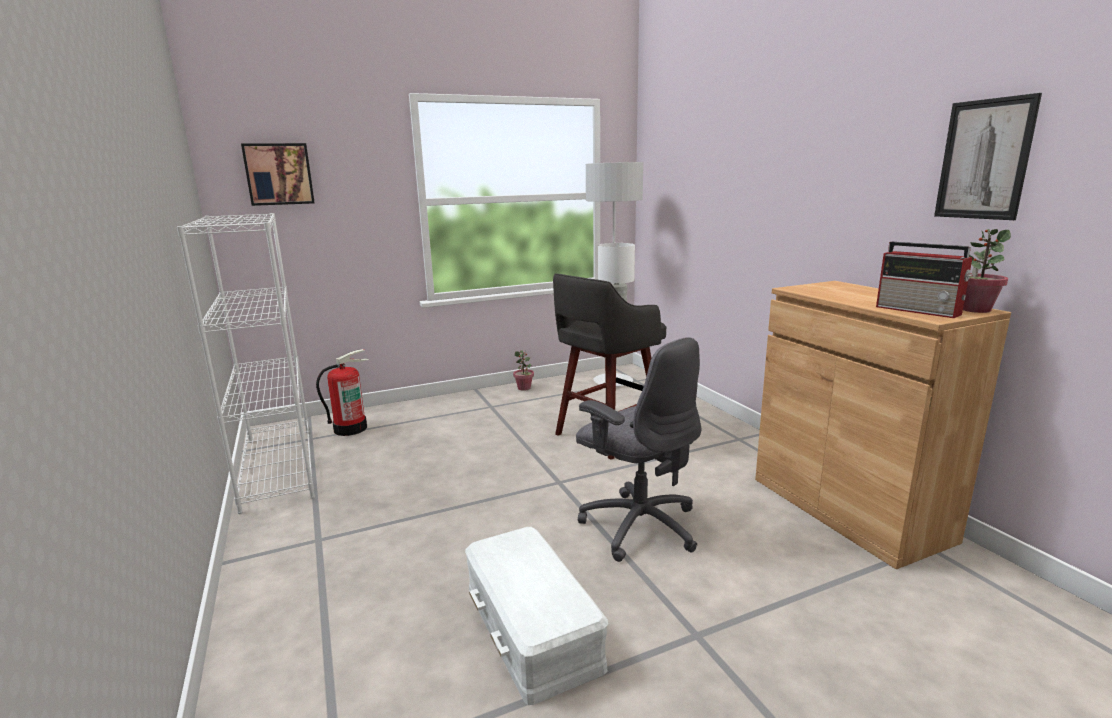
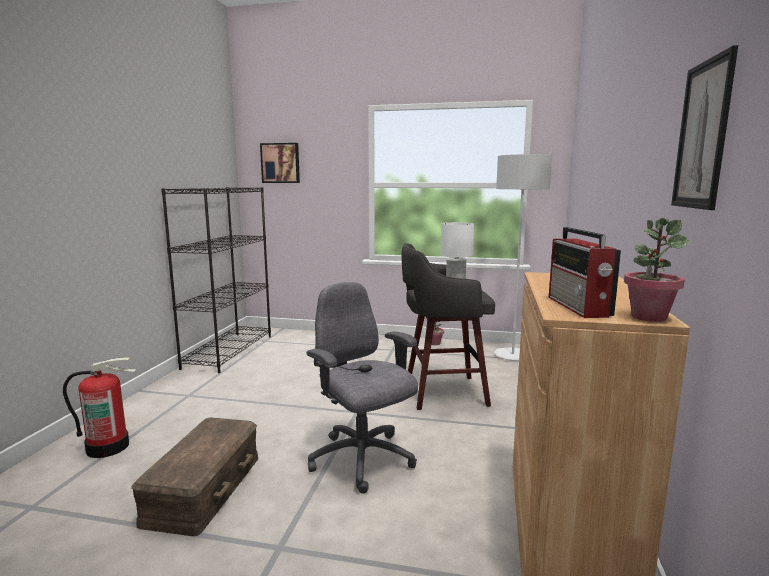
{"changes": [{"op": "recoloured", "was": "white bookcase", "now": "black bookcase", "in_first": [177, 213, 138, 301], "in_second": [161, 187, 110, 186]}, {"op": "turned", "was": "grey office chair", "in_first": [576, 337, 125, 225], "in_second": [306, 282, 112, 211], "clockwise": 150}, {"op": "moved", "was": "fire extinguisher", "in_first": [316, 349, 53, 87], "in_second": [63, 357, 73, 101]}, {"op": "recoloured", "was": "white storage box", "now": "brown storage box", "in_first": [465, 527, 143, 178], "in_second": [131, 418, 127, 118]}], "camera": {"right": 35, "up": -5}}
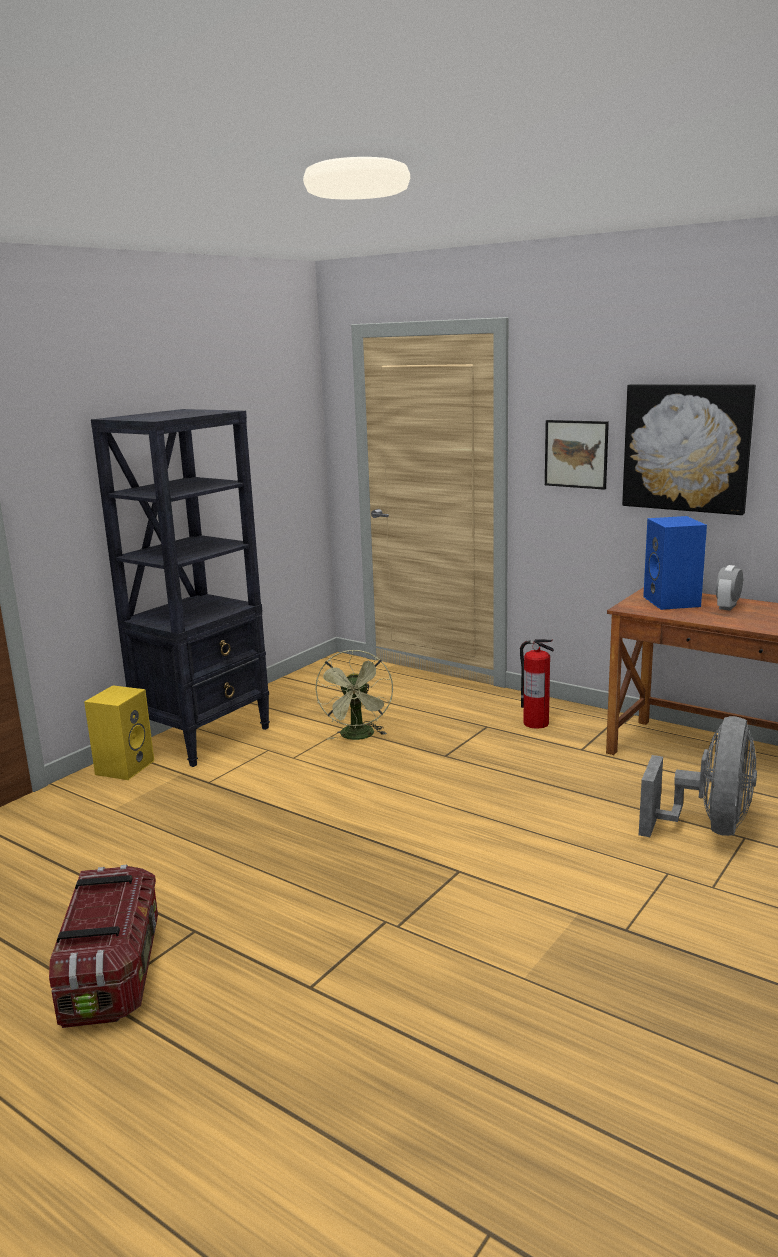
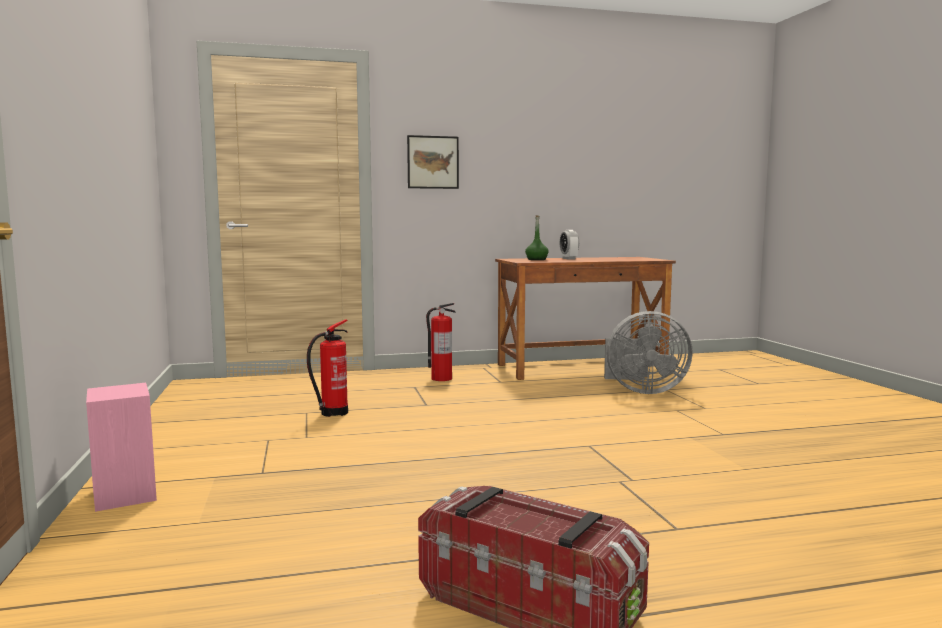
{"changes": [{"op": "removed", "was": "picture", "in_first": [622, 384, 134, 131]}, {"op": "removed", "was": "black bookcase", "in_first": [91, 409, 179, 358]}, {"op": "replaced", "was": "blue speaker", "now": "green bottle", "in_first": [643, 516, 64, 94], "in_second": [525, 215, 24, 45]}, {"op": "replaced", "was": "green fan", "now": "fire extinguisher", "in_first": [315, 650, 78, 90], "in_second": [307, 319, 41, 98]}, {"op": "recoloured", "was": "yellow speaker", "now": "pink speaker", "in_first": [84, 685, 70, 95], "in_second": [86, 383, 71, 129]}, {"op": "turned", "was": "grey fan", "in_first": [639, 716, 118, 121], "in_second": [604, 311, 89, 83], "clockwise": 120}], "camera": {"right": -50, "up": -10}}
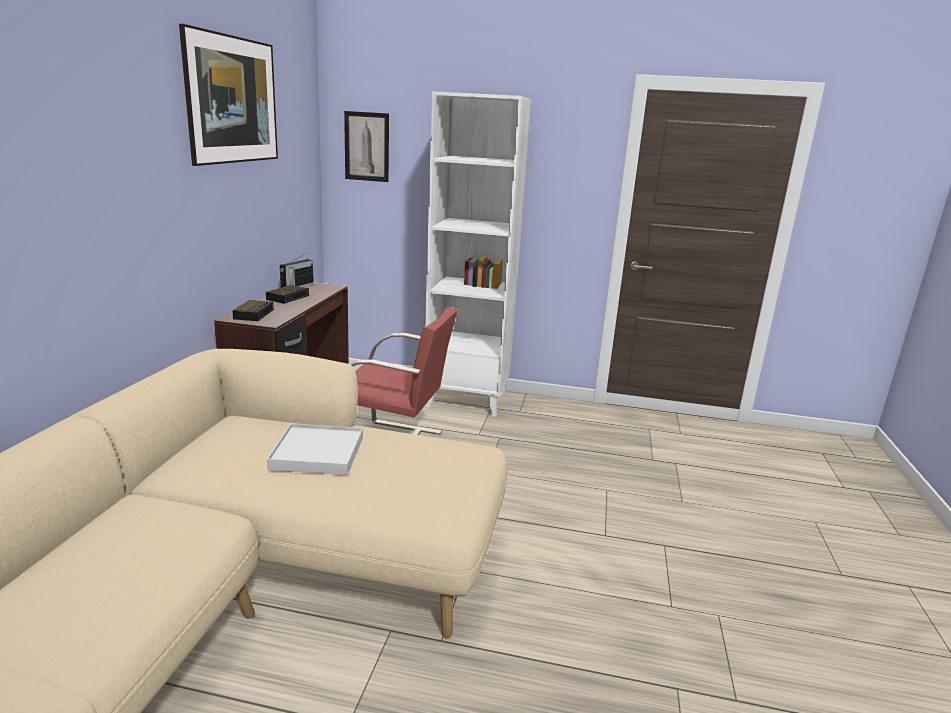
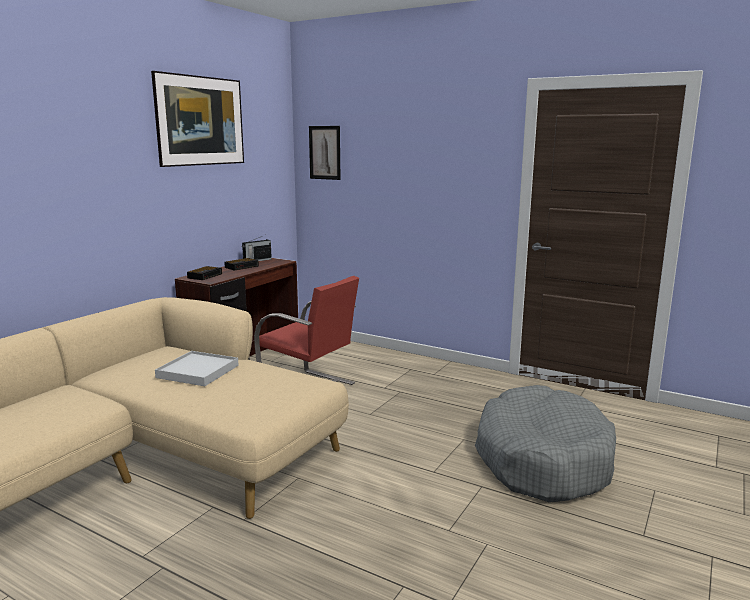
{"changes": [{"op": "removed", "was": "white bookcase", "in_first": [425, 91, 107, 326]}, {"op": "added", "now": "grey dog bed", "in_second": [475, 385, 141, 118]}], "camera": {"right": 20, "up": -5}}
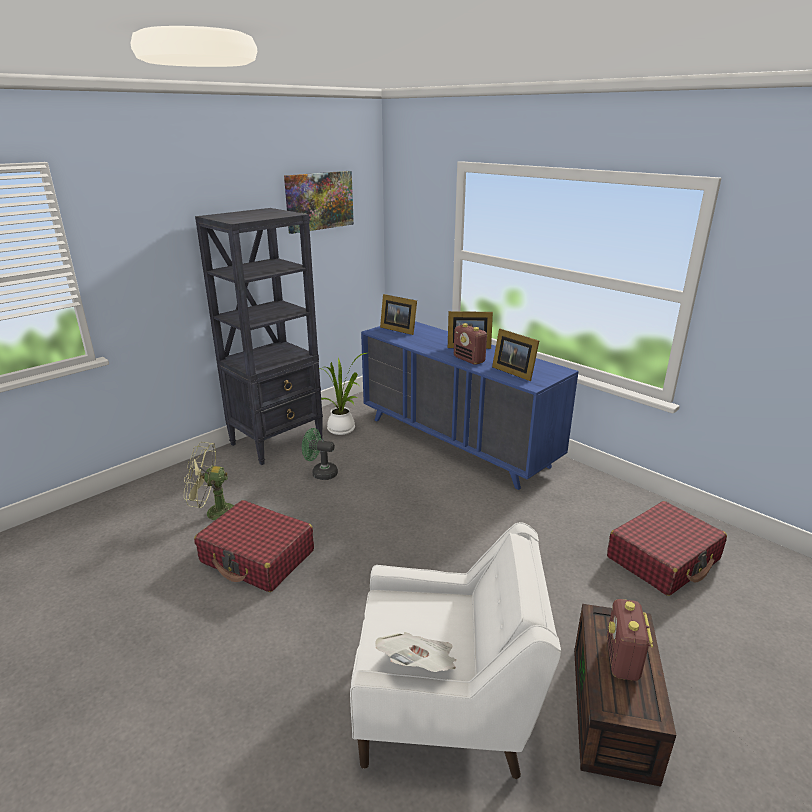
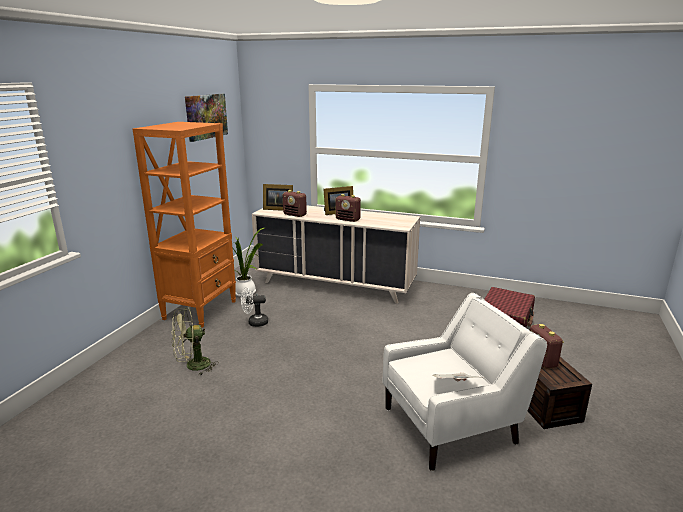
{"changes": [{"op": "recoloured", "was": "black bookcase", "now": "orange bookcase", "in_first": [195, 208, 128, 257], "in_second": [132, 122, 104, 206]}, {"op": "recoloured", "was": "blue dresser", "now": "beige dresser", "in_first": [361, 321, 218, 169], "in_second": [252, 205, 168, 99]}, {"op": "removed", "was": "picture frame", "in_first": [492, 329, 47, 52]}, {"op": "recoloured", "was": "green fan", "now": "white fan", "in_first": [302, 428, 36, 52], "in_second": [241, 287, 27, 40]}, {"op": "removed", "was": "red suitcase", "in_first": [194, 500, 120, 92]}, {"op": "added", "now": "radio", "in_second": [283, 190, 24, 27]}], "camera": {"right": -25, "up": -5}}
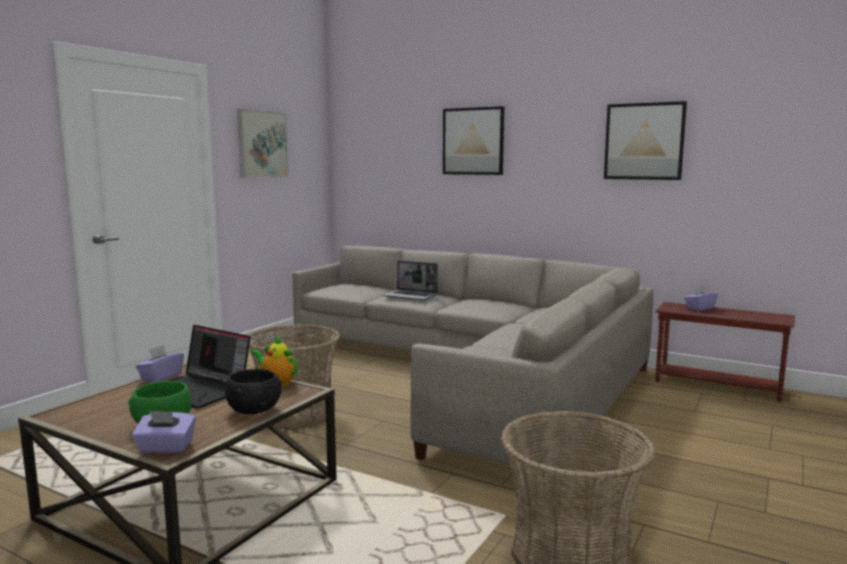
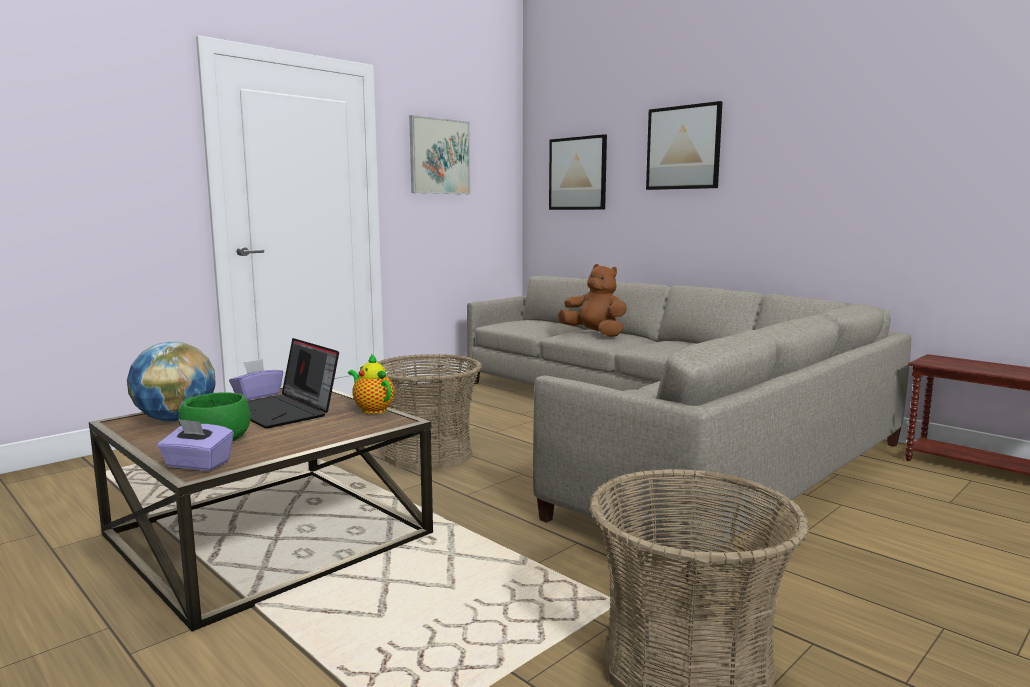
{"changes": [{"op": "moved", "was": "picture", "in_first": [604, 101, 83, 79], "in_second": [549, 134, 58, 76]}, {"op": "replaced", "was": "laptop", "now": "brown plush toy", "in_first": [383, 260, 55, 41], "in_second": [558, 264, 69, 73]}, {"op": "removed", "was": "purple tissue box", "in_first": [685, 286, 33, 25]}, {"op": "removed", "was": "black bowl", "in_first": [225, 369, 57, 45]}, {"op": "added", "now": "globe", "in_second": [127, 342, 89, 80]}], "camera": {"right": 15, "up": 0}}
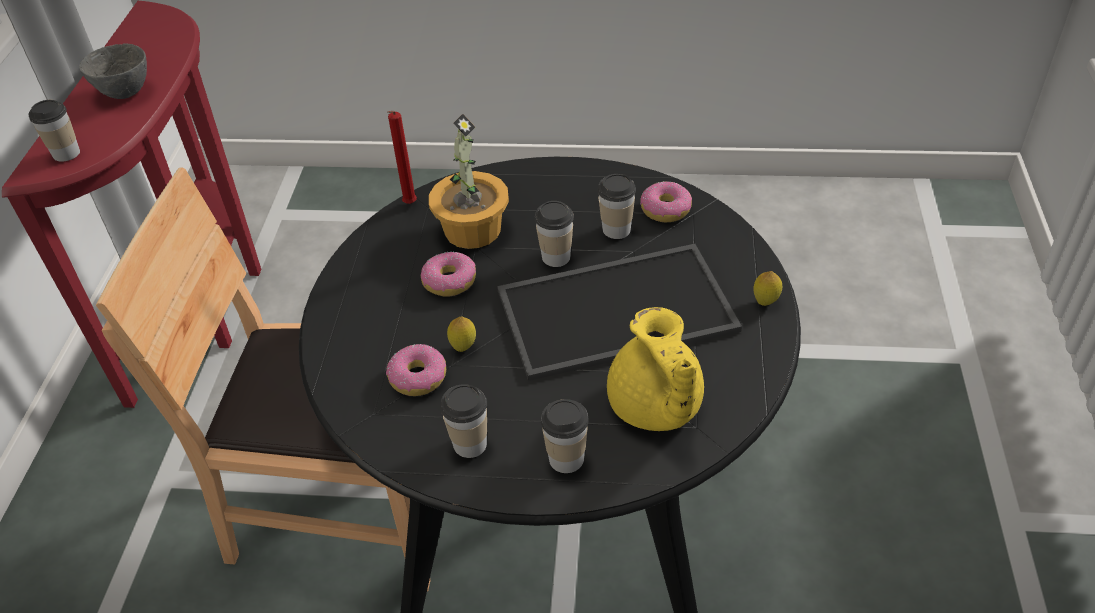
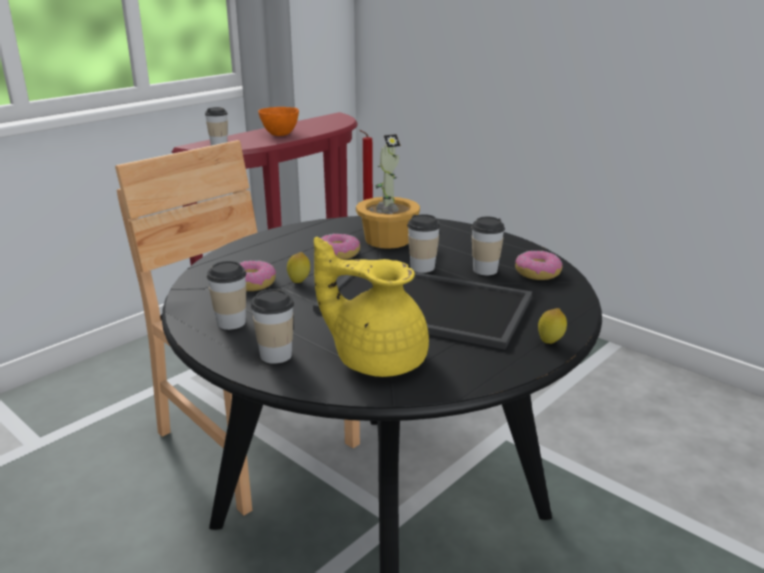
{"changes": [{"op": "recoloured", "was": "grey bowl", "now": "orange bowl", "in_first": [79, 43, 68, 56], "in_second": [258, 107, 41, 29]}, {"op": "turned", "was": "yellow teapot", "in_first": [607, 307, 97, 124], "in_second": [314, 237, 115, 140], "clockwise": 90}], "camera": {"right": 35, "up": -20}}
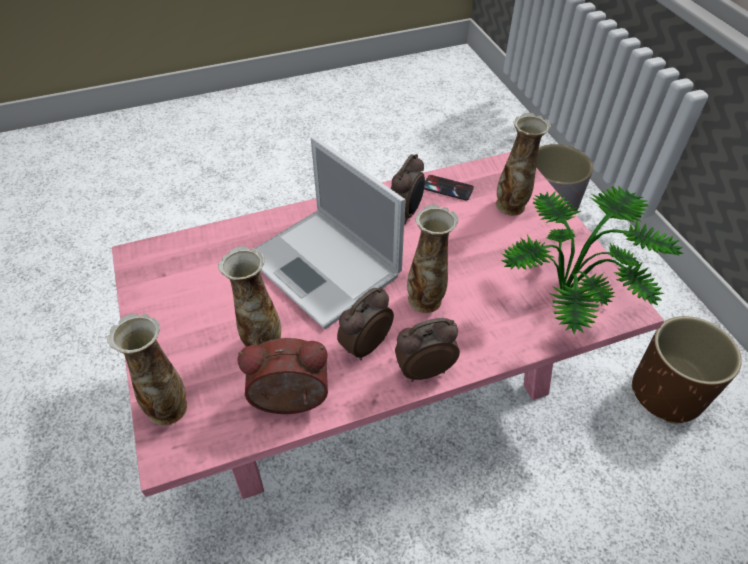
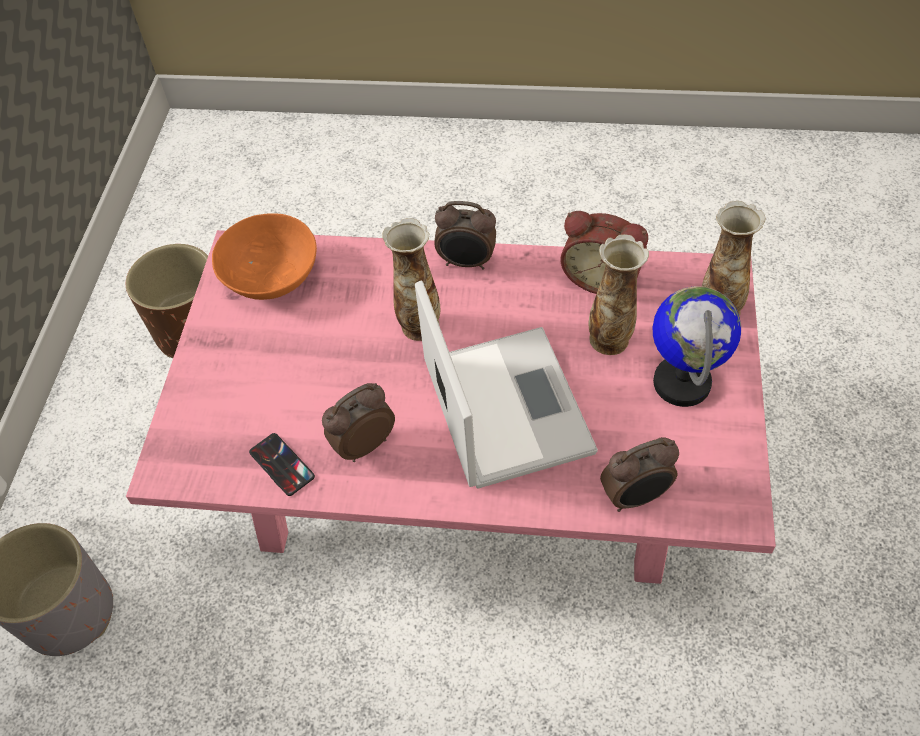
{"changes": [{"op": "removed", "was": "vase", "in_first": [496, 113, 55, 103]}, {"op": "replaced", "was": "potted plant", "now": "orange bowl", "in_first": [501, 185, 183, 149], "in_second": [212, 213, 105, 87]}, {"op": "moved", "was": "alarm clock", "in_first": [337, 287, 57, 73], "in_second": [600, 437, 79, 75]}, {"op": "added", "now": "globe", "in_second": [653, 286, 88, 121]}], "camera": {"right": -150, "up": 5}}
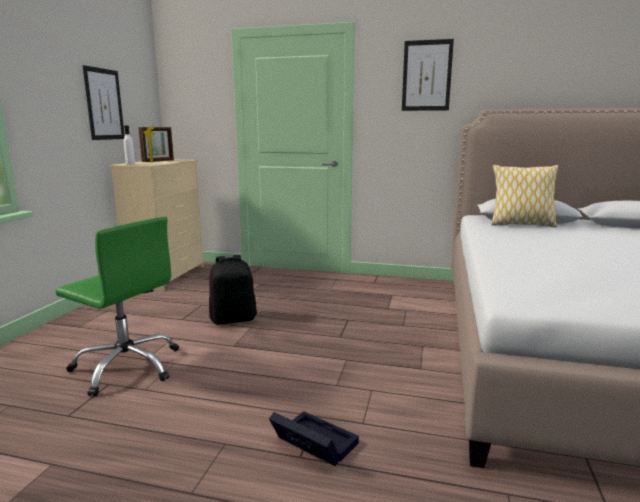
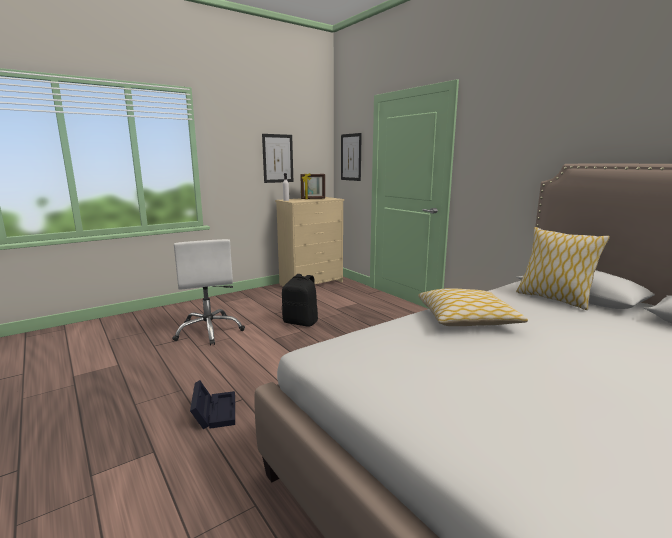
{"changes": [{"op": "moved", "was": "picture", "in_first": [402, 39, 52, 72], "in_second": [341, 133, 21, 48]}, {"op": "recoloured", "was": "green office chair", "now": "white office chair", "in_first": [55, 217, 124, 180], "in_second": [172, 239, 73, 107]}, {"op": "added", "now": "pillow", "in_second": [418, 288, 110, 38]}], "camera": {"right": 40, "up": 0}}
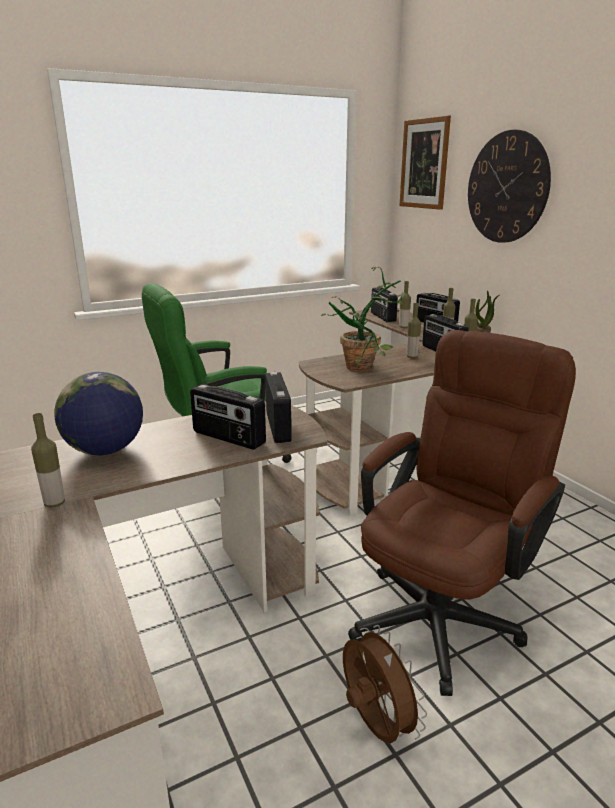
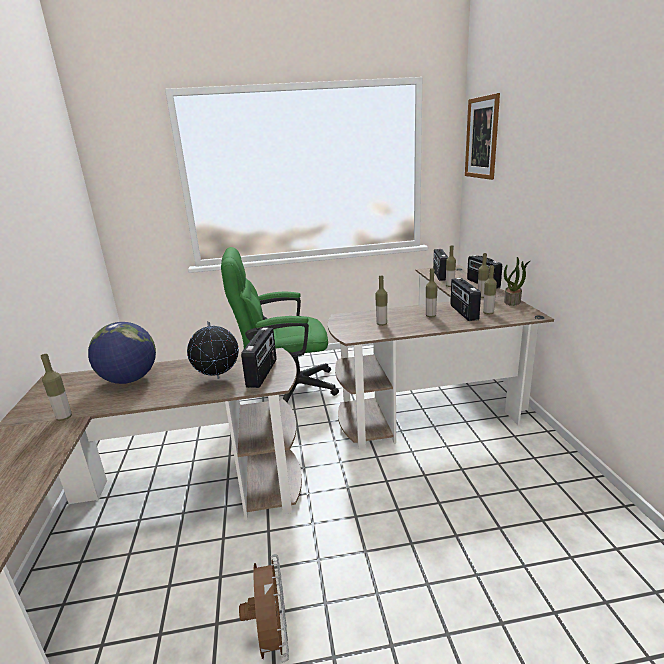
{"changes": [{"op": "removed", "was": "wall clock", "in_first": [468, 130, 83, 113]}, {"op": "replaced", "was": "potted plant", "now": "bottle", "in_first": [321, 267, 86, 105], "in_second": [375, 276, 12, 50]}, {"op": "removed", "was": "brown office chair", "in_first": [348, 330, 228, 366]}, {"op": "replaced", "was": "radio", "now": "globe", "in_first": [190, 385, 76, 65], "in_second": [187, 321, 52, 58]}], "camera": {"right": 20, "up": 0}}
